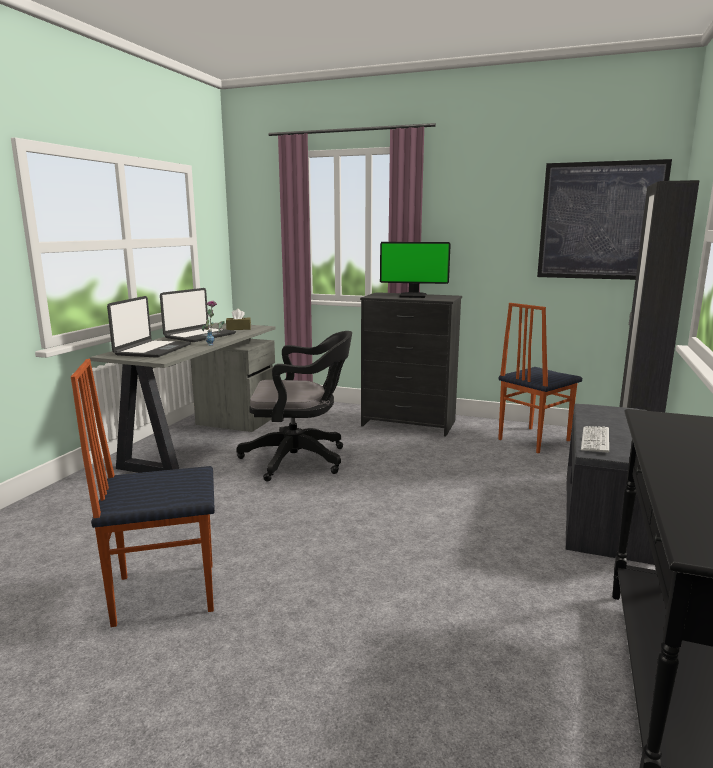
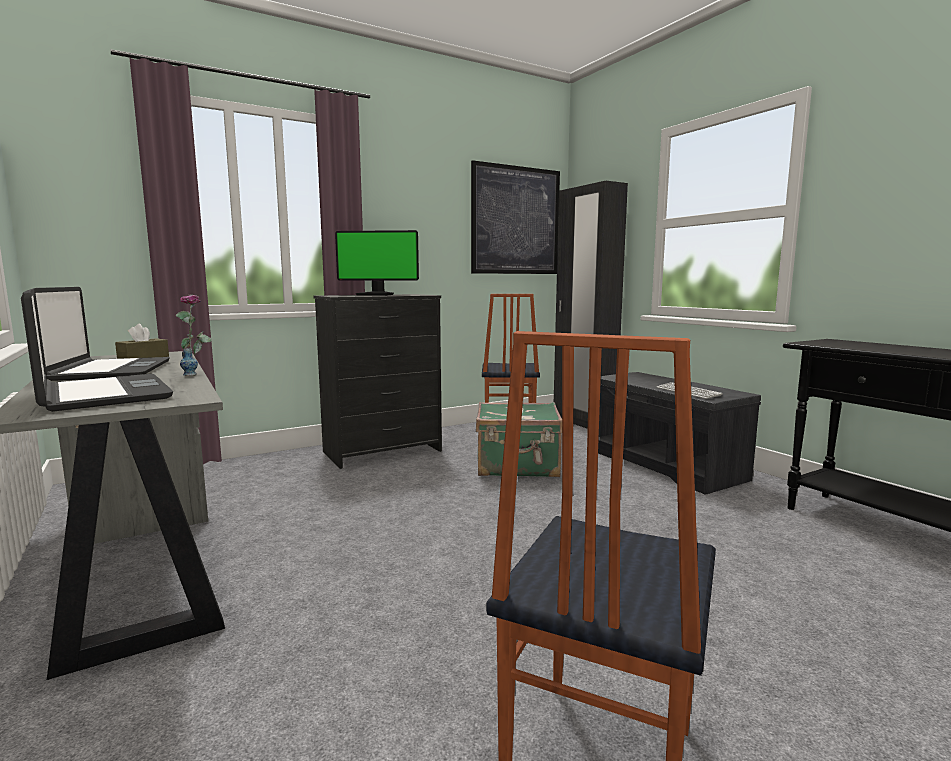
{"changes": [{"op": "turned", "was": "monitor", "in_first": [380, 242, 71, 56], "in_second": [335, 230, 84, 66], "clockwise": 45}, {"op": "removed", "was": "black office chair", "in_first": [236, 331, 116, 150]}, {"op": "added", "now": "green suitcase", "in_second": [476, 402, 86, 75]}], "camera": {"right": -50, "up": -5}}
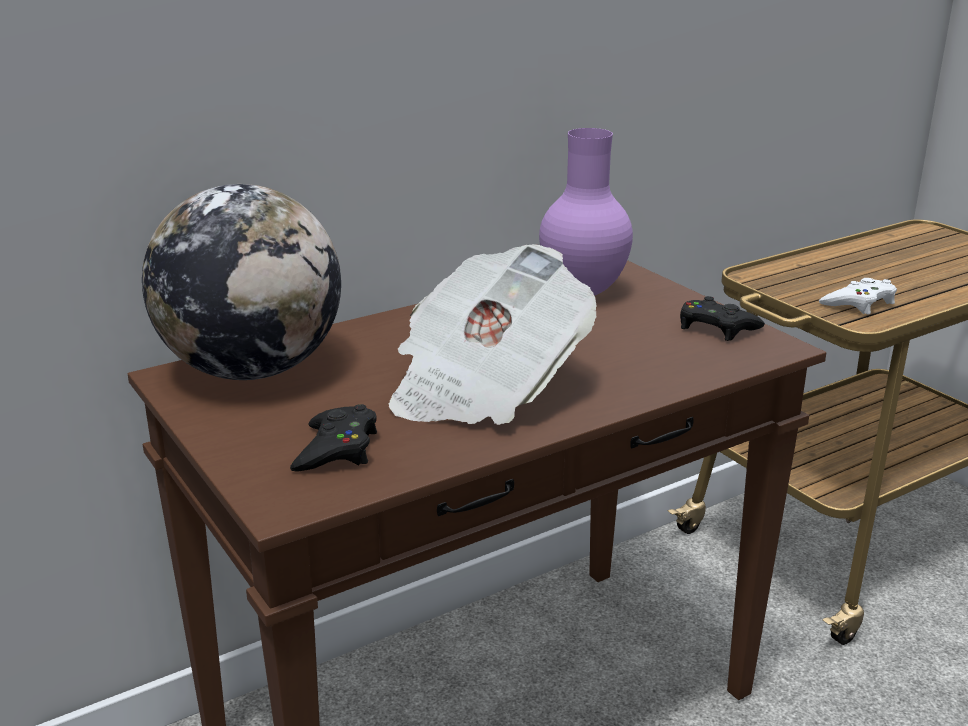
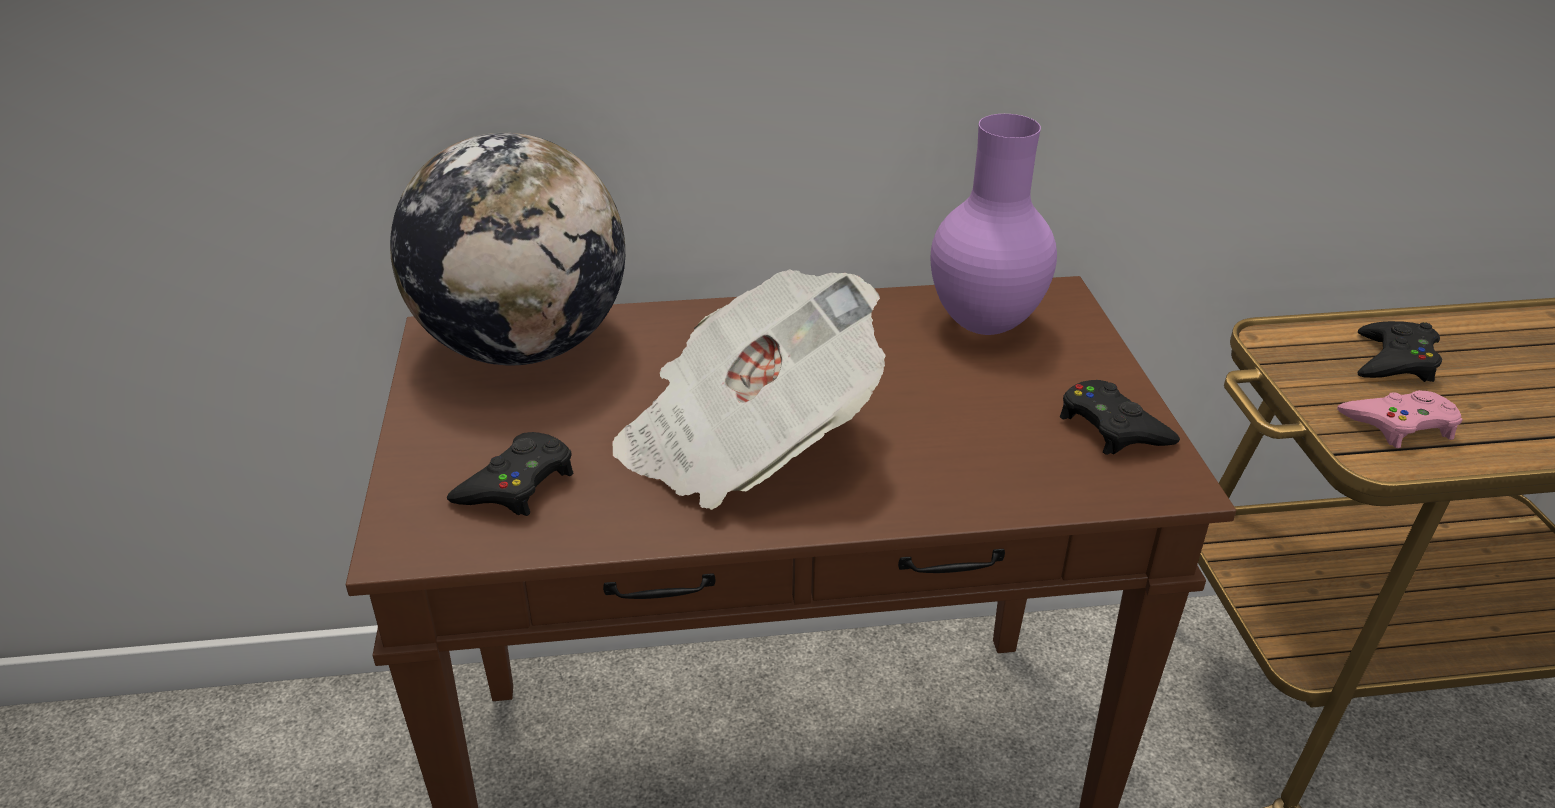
{"changes": [{"op": "recoloured", "was": "white game controller", "now": "pink game controller", "in_first": [819, 278, 78, 36], "in_second": [1337, 390, 126, 58]}, {"op": "added", "now": "black game controller", "in_second": [1358, 321, 84, 61]}], "camera": {"right": 25, "up": 10}}
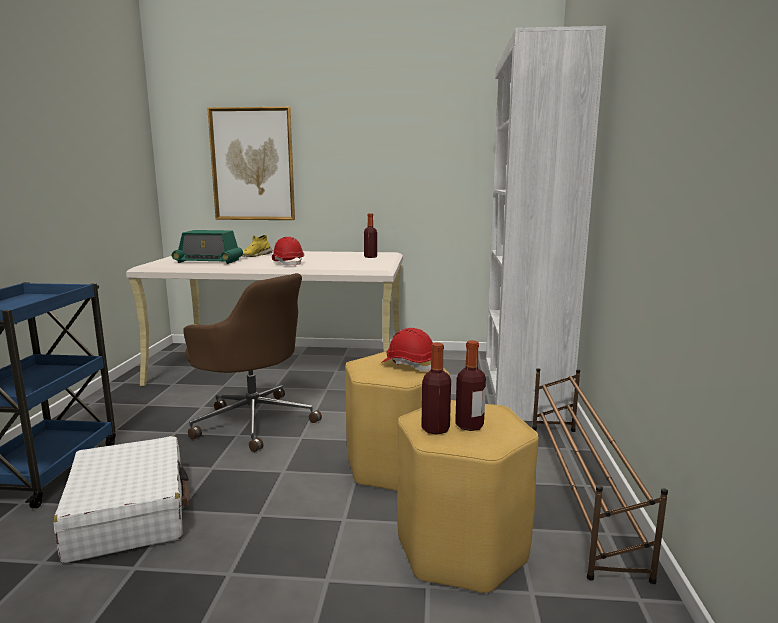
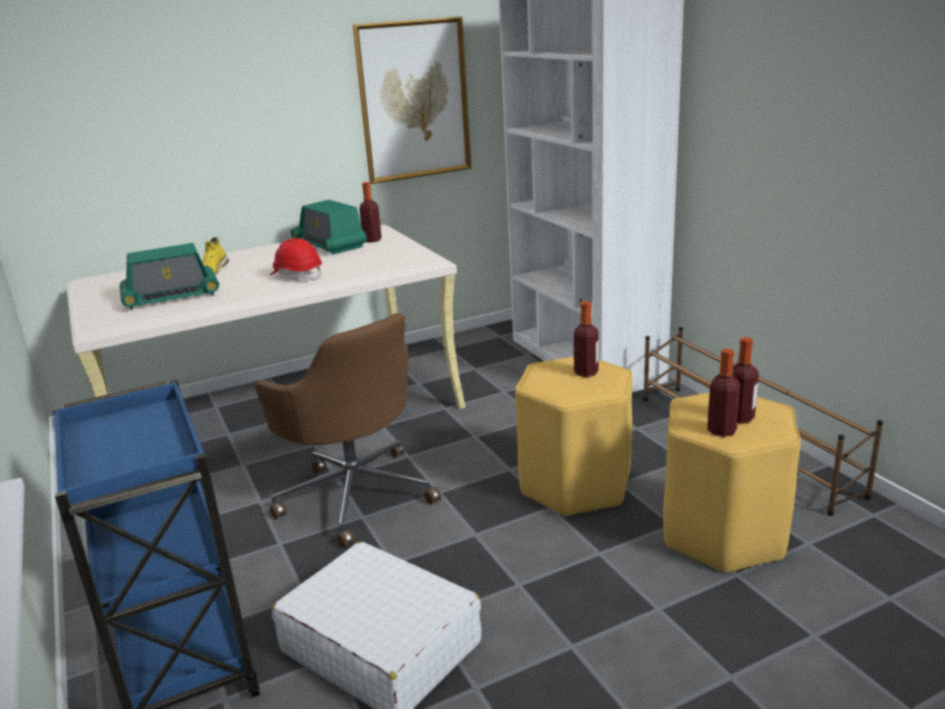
{"changes": [{"op": "moved", "was": "picture", "in_first": [207, 107, 88, 113], "in_second": [352, 17, 119, 167]}, {"op": "turned", "was": "brown office chair", "in_first": [183, 273, 139, 179], "in_second": [255, 313, 186, 235], "clockwise": 45}, {"op": "replaced", "was": "red hard hat", "now": "bottle", "in_first": [381, 328, 52, 43], "in_second": [574, 301, 25, 76]}, {"op": "added", "now": "radio", "in_second": [291, 200, 76, 55]}], "camera": {"right": -30, "up": 10}}
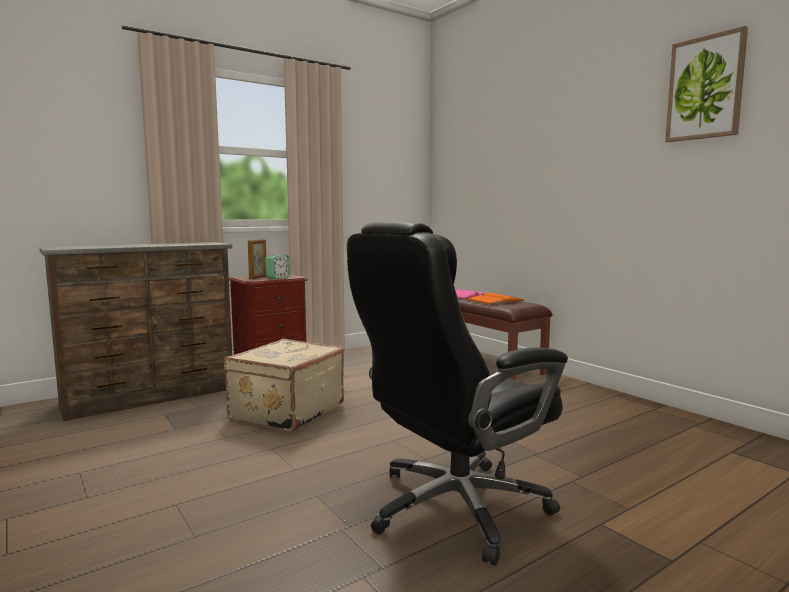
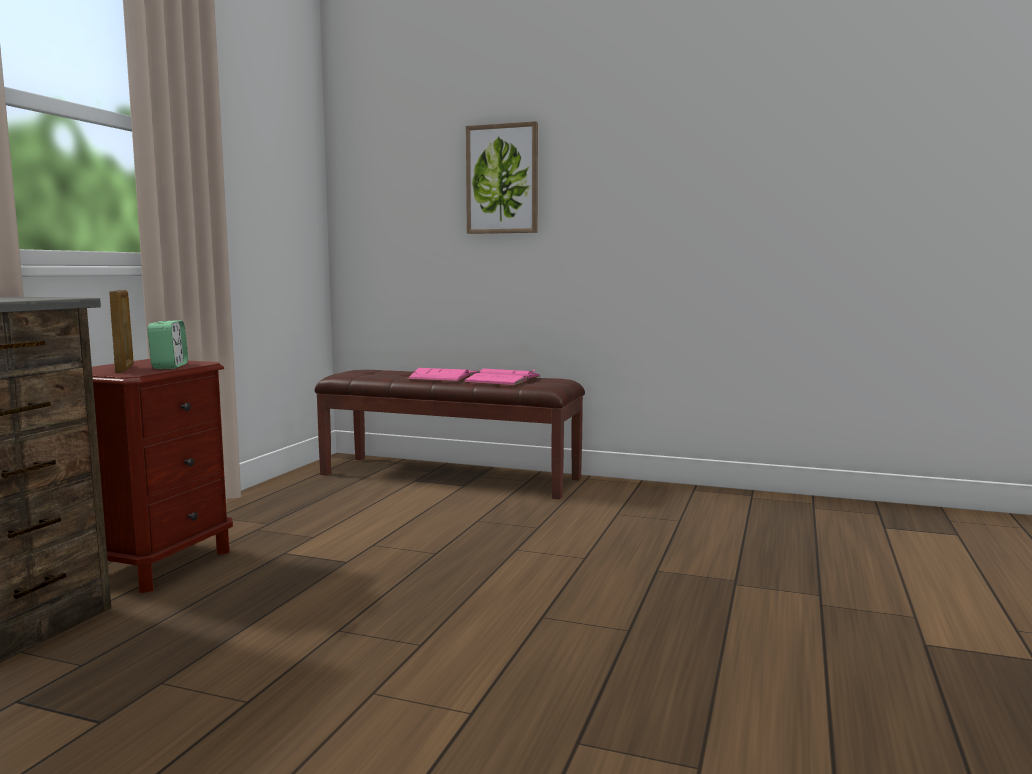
{"changes": [{"op": "moved", "was": "picture", "in_first": [665, 26, 83, 116], "in_second": [466, 121, 72, 113]}, {"op": "removed", "was": "black office chair", "in_first": [347, 221, 221, 345]}, {"op": "recoloured", "was": "orange book", "now": "pink book", "in_first": [468, 292, 57, 13], "in_second": [464, 369, 76, 17]}, {"op": "removed", "was": "beige suitcase", "in_first": [224, 339, 120, 93]}], "camera": {"right": -35, "up": 0}}
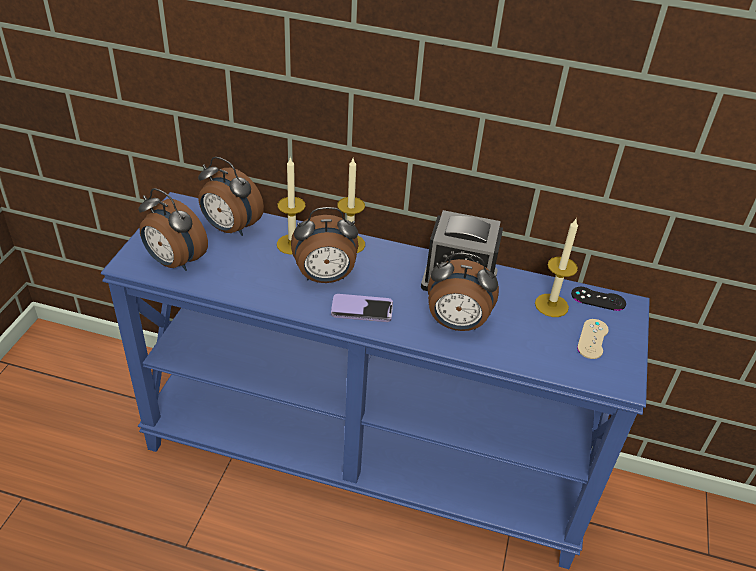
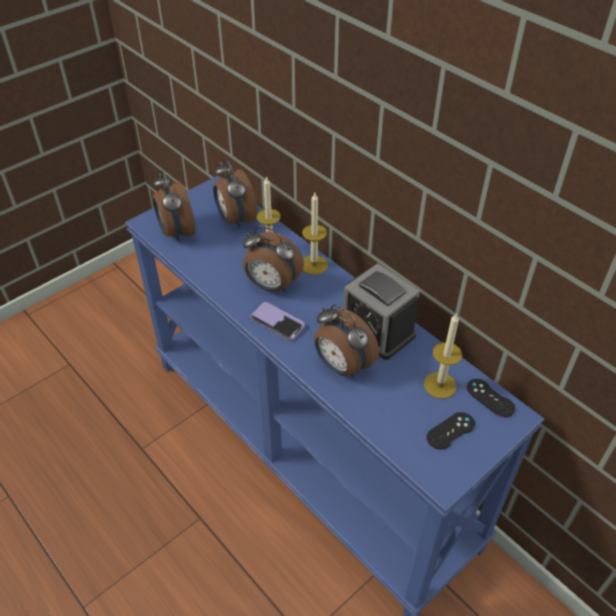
{"changes": [{"op": "recoloured", "was": "beige game controller", "now": "black game controller", "in_first": [577, 319, 32, 40], "in_second": [427, 412, 48, 38]}], "camera": {"right": 35, "up": 5}}
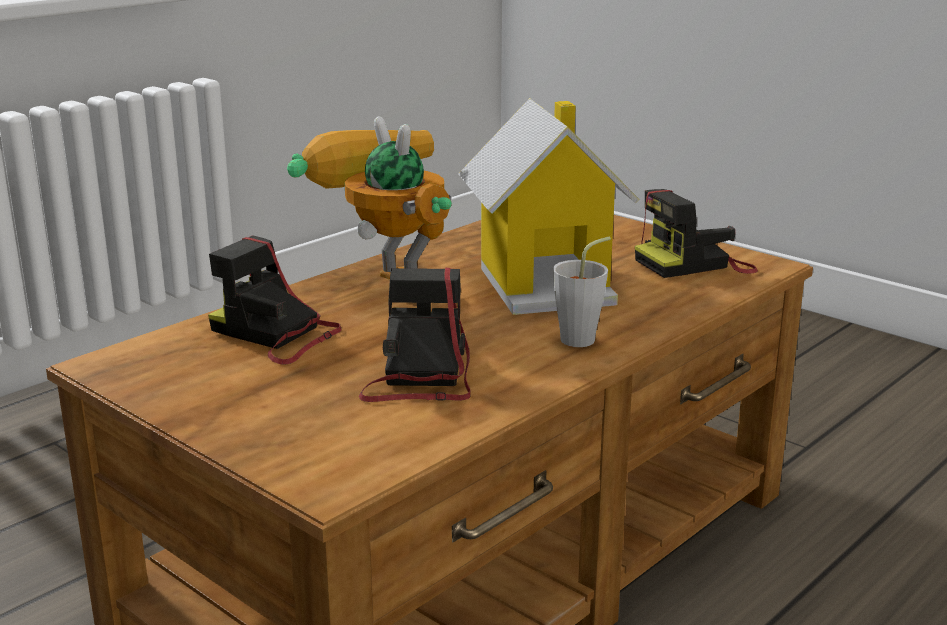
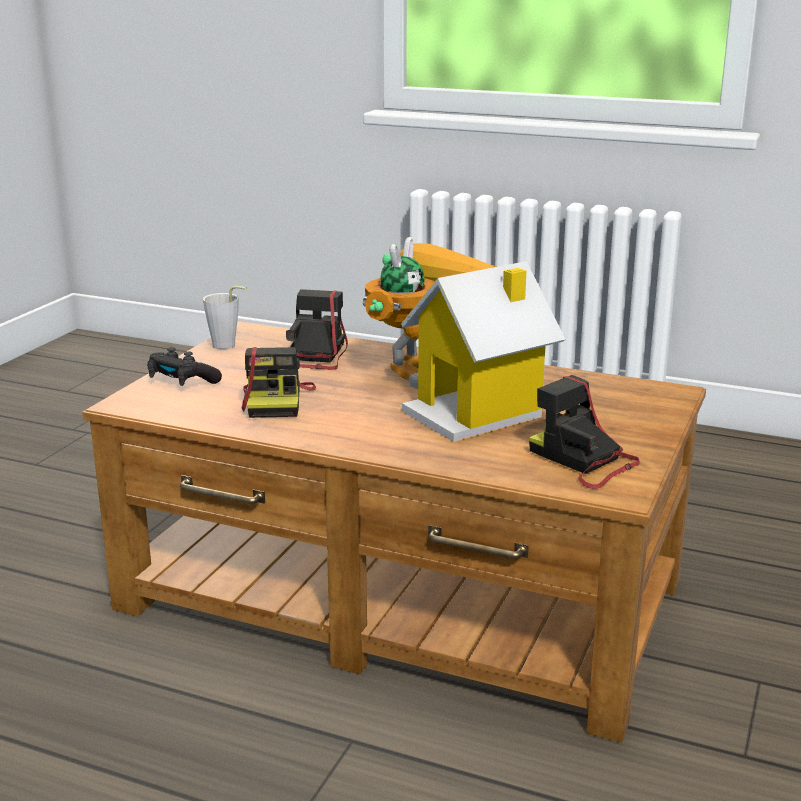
{"changes": [{"op": "moved", "was": "grey cup", "in_first": [553, 236, 58, 111], "in_second": [203, 286, 44, 63]}, {"op": "turned", "was": "photo camera", "in_first": [359, 268, 112, 134], "in_second": [242, 347, 74, 71], "clockwise": 105}, {"op": "added", "now": "black game controller", "in_second": [147, 347, 75, 39]}], "camera": {"right": 70, "up": 0}}
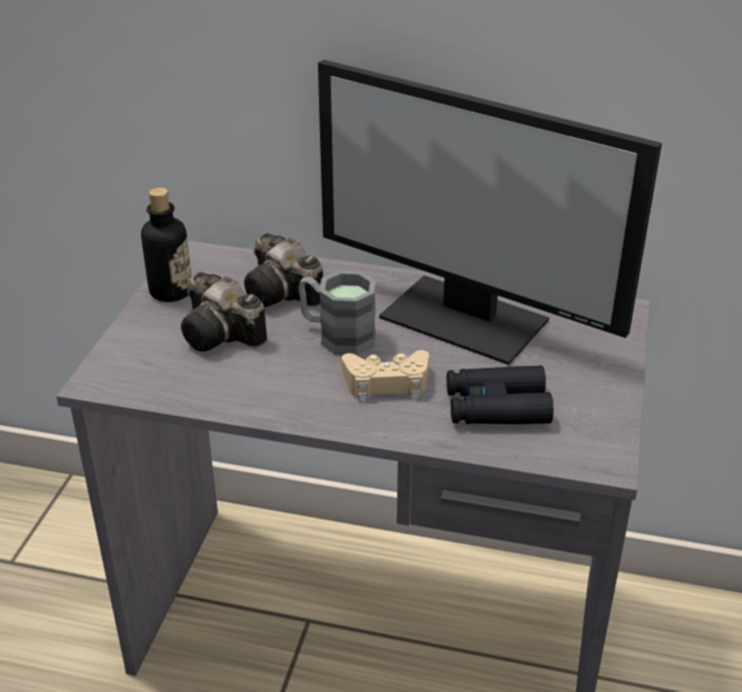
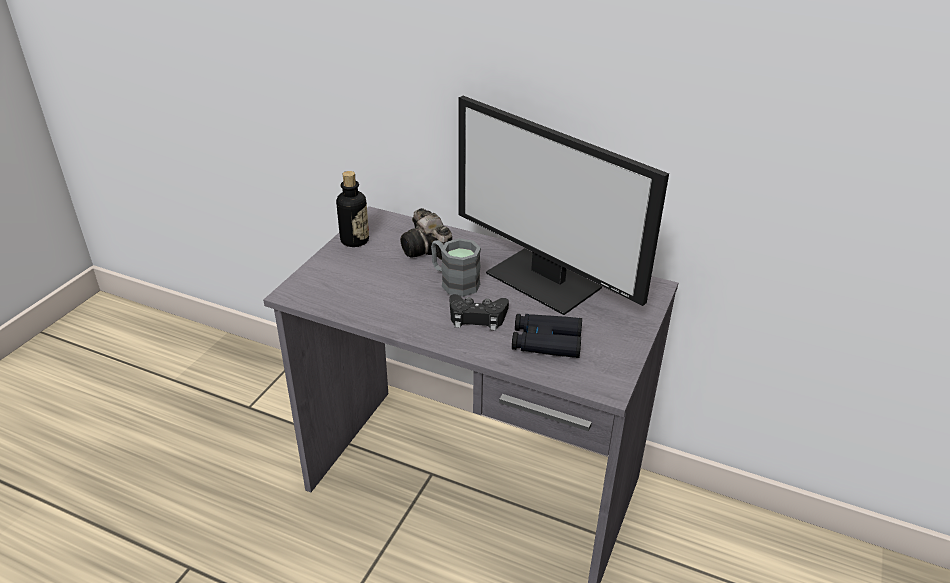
{"changes": [{"op": "removed", "was": "photo camera", "in_first": [181, 272, 86, 80]}, {"op": "recoloured", "was": "beige game controller", "now": "black game controller", "in_first": [342, 350, 87, 52], "in_second": [450, 294, 59, 37]}], "camera": {"right": 10, "up": 0}}
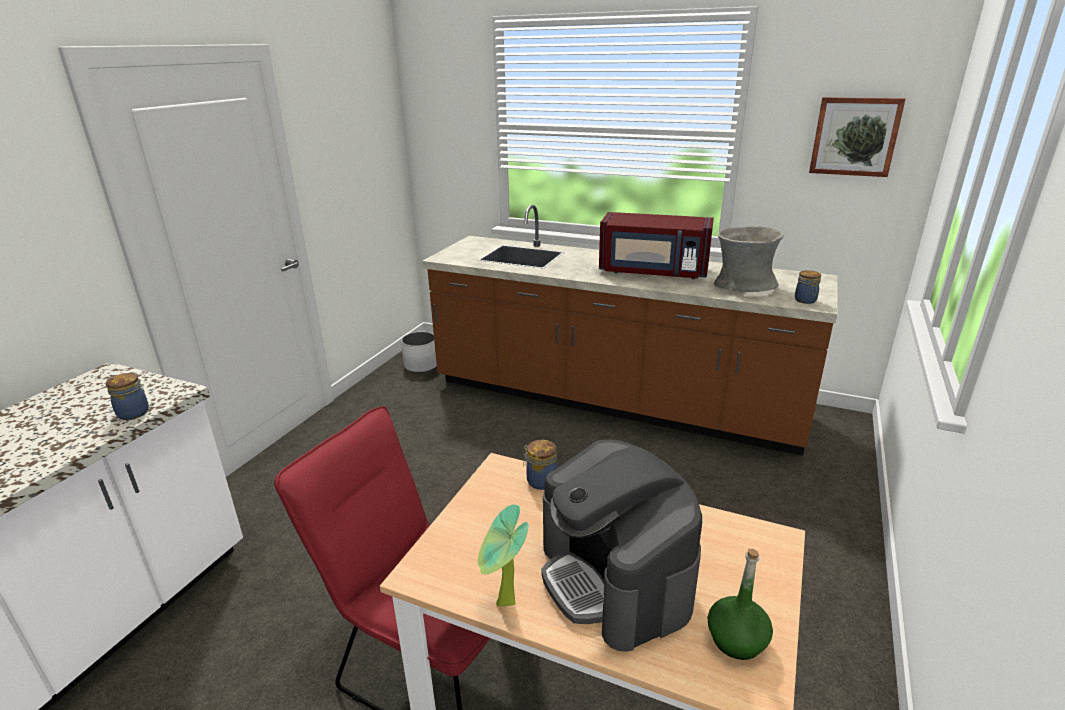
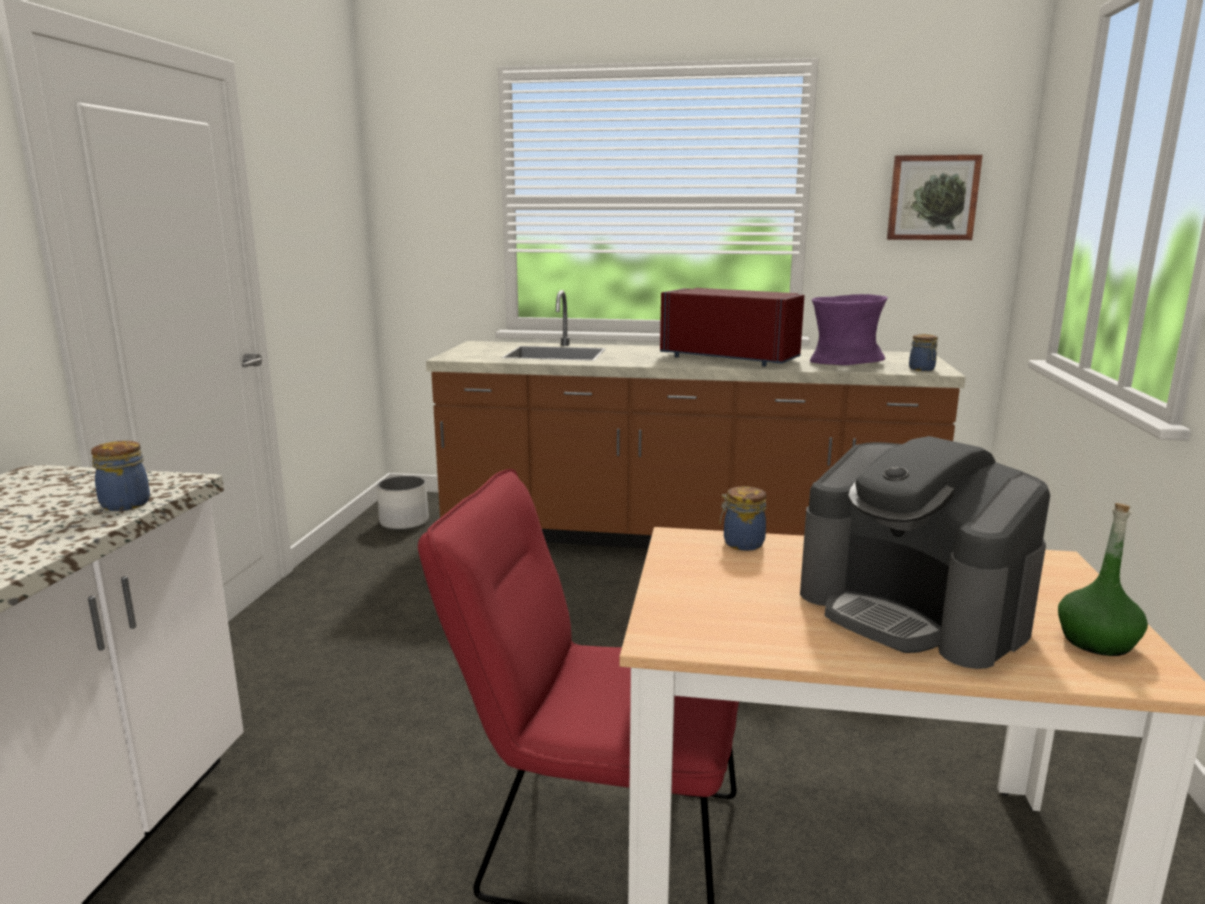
{"changes": [{"op": "turned", "was": "red microwave", "in_first": [599, 212, 115, 67], "in_second": [660, 288, 144, 78], "clockwise": -150}, {"op": "recoloured", "was": "grey vase", "now": "purple vase", "in_first": [714, 226, 70, 66], "in_second": [810, 294, 78, 71]}, {"op": "removed", "was": "potted plant", "in_first": [478, 505, 51, 102]}], "camera": {"right": -15, "up": -10}}
